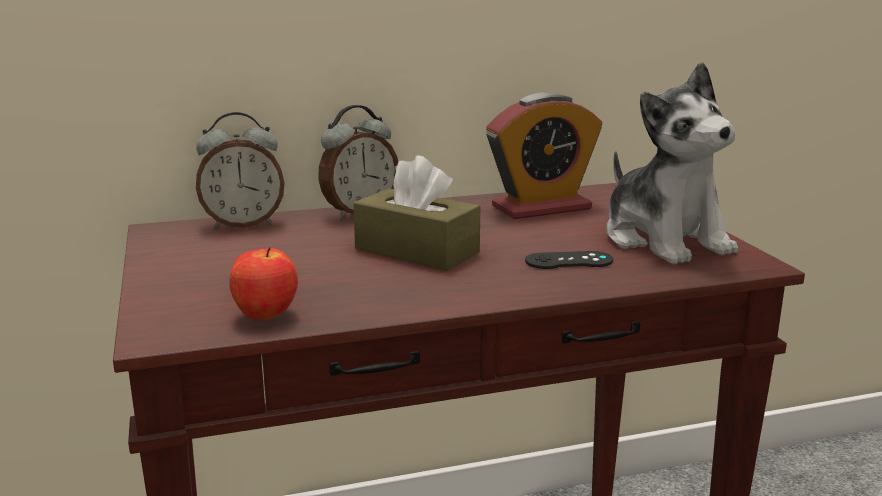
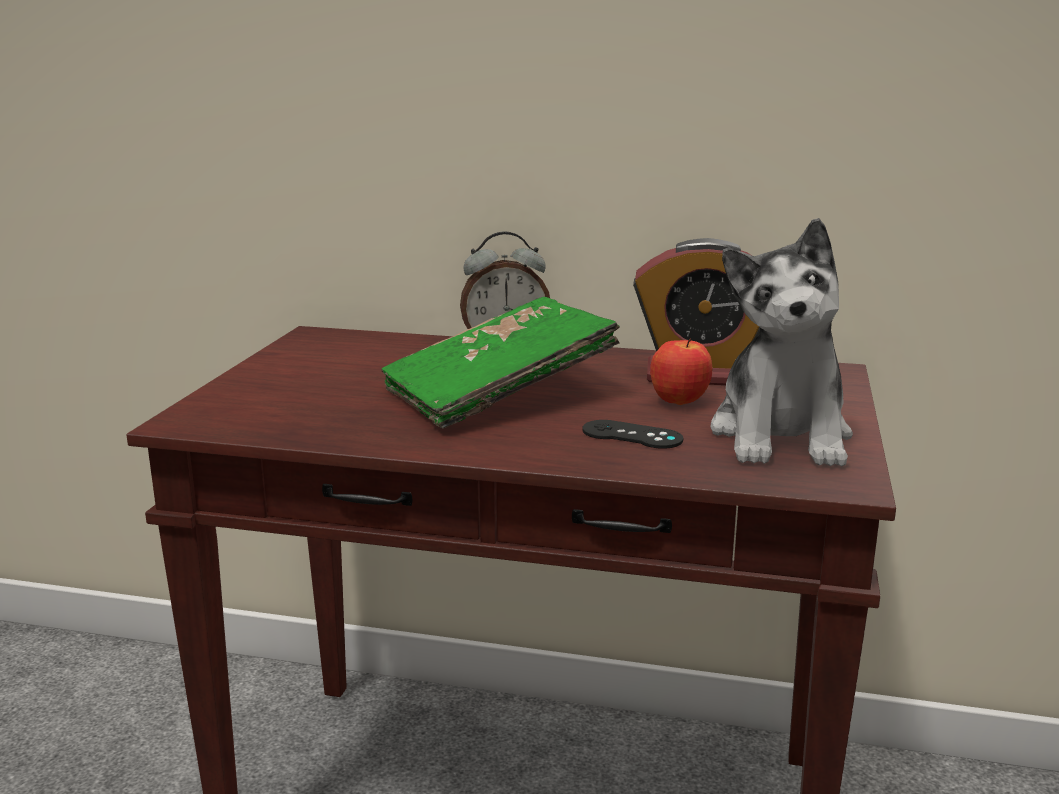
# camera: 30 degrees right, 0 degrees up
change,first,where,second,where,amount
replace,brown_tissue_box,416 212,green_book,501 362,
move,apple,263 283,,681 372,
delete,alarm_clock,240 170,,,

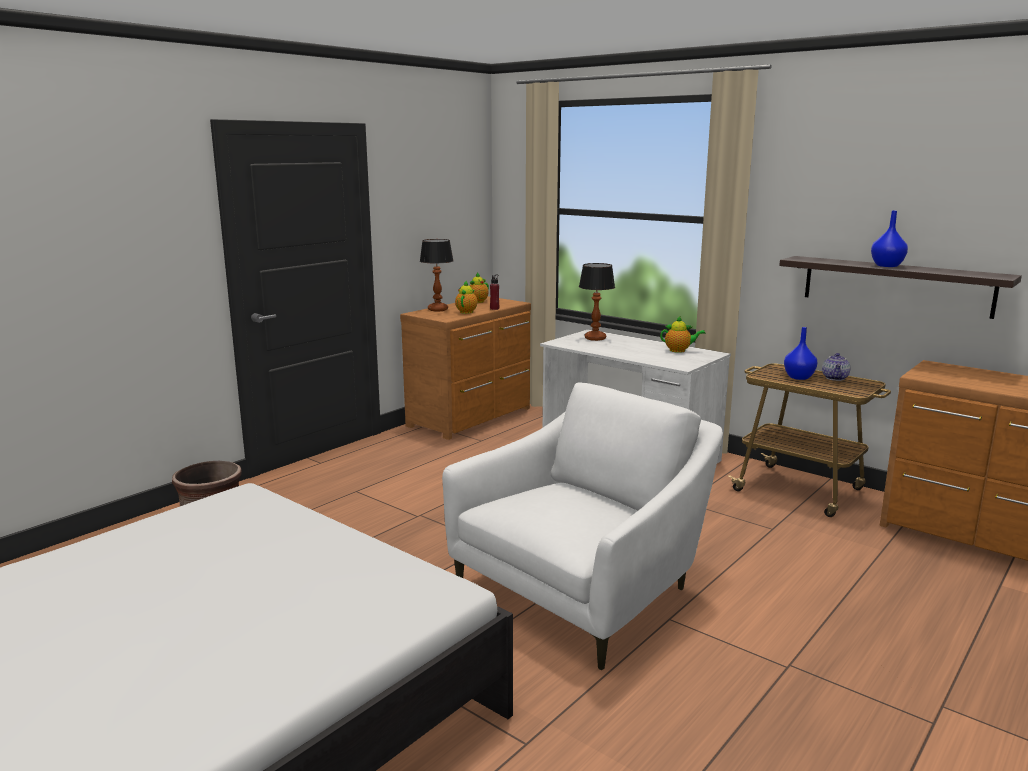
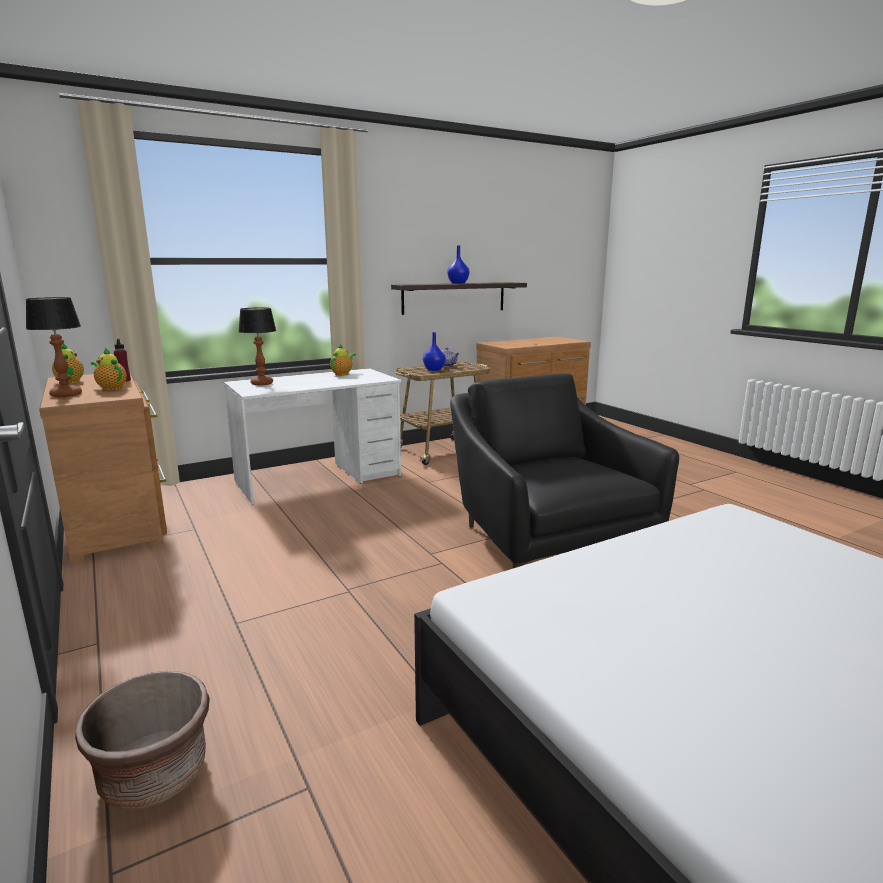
# camera: 70 degrees left, 0 degrees up
change,first,where,second,where,amount
recolor,white_armchair,582 526,black_armchair,564 470,

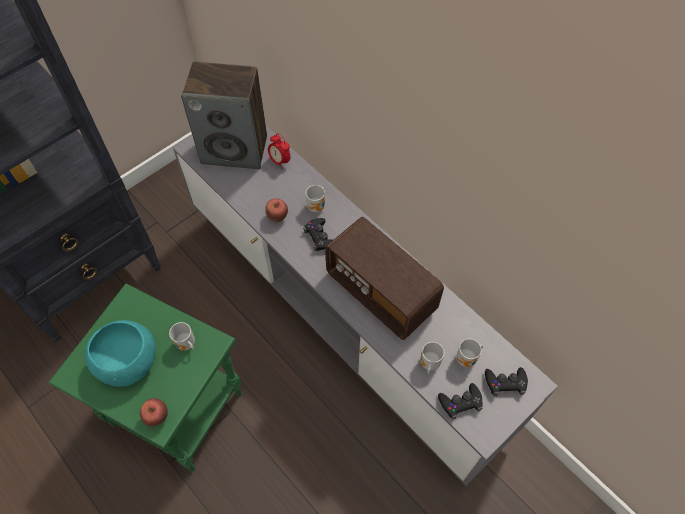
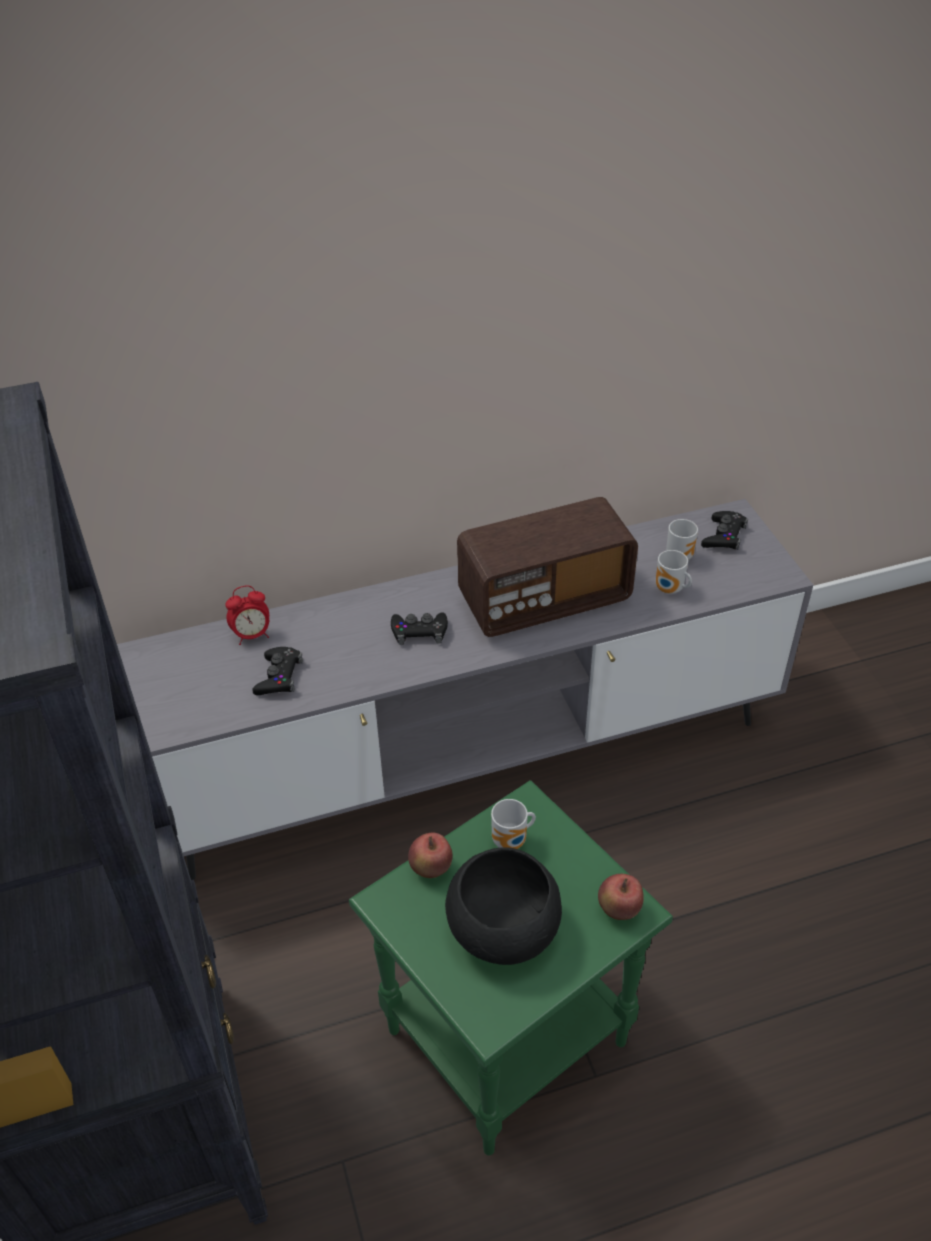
# camera: 65 degrees left, 15 degrees down
change,first,where,second,where,amount
move,black_game_controller,460 401,,277 671,
move,apple,276 210,,430 855,
recolor,turquoise_bowl,120 353,black_bowl,503 906,
delete,speaker,224 115,,,
delete,mug,315 198,,,

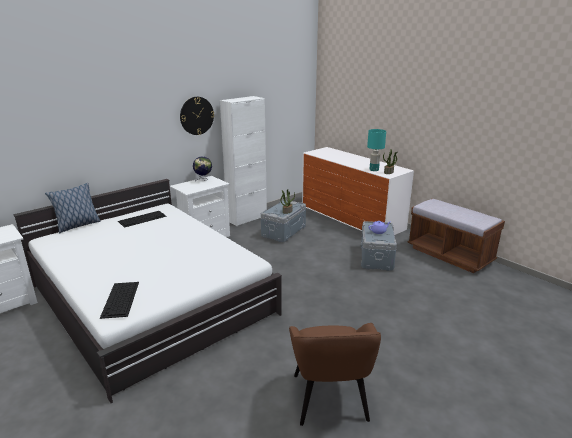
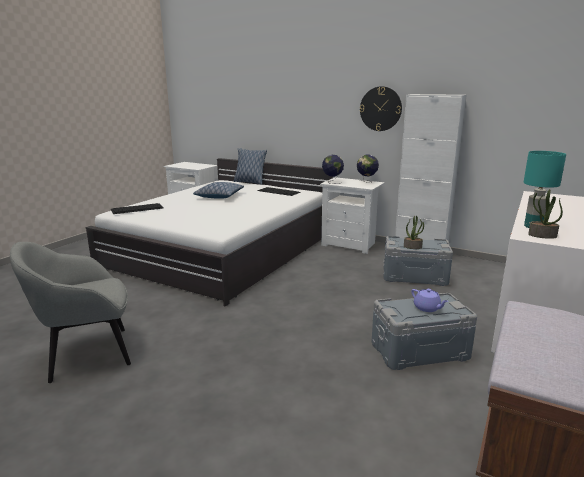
# camera: 70 degrees right, 5 degrees down
change,first,where,second,where,amount
recolor,brown_armchair,335 374,grey_armchair,70 312,
insert,,,pillow,218 190,
insert,,,globe,333 169,

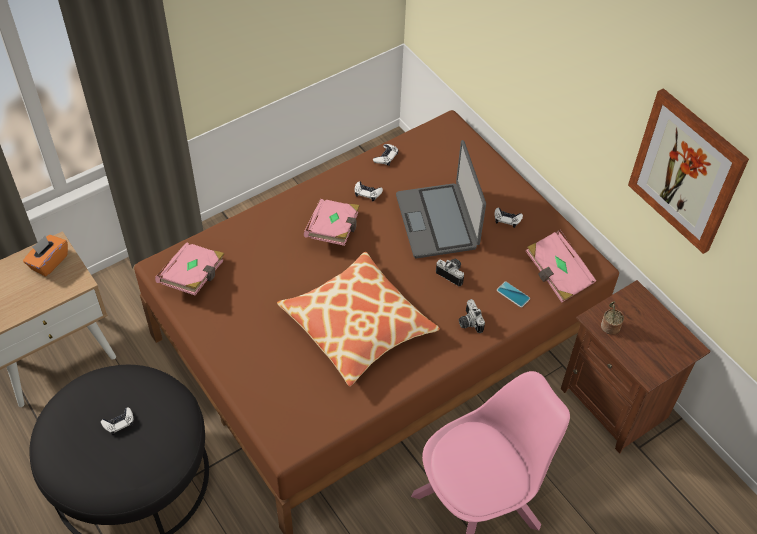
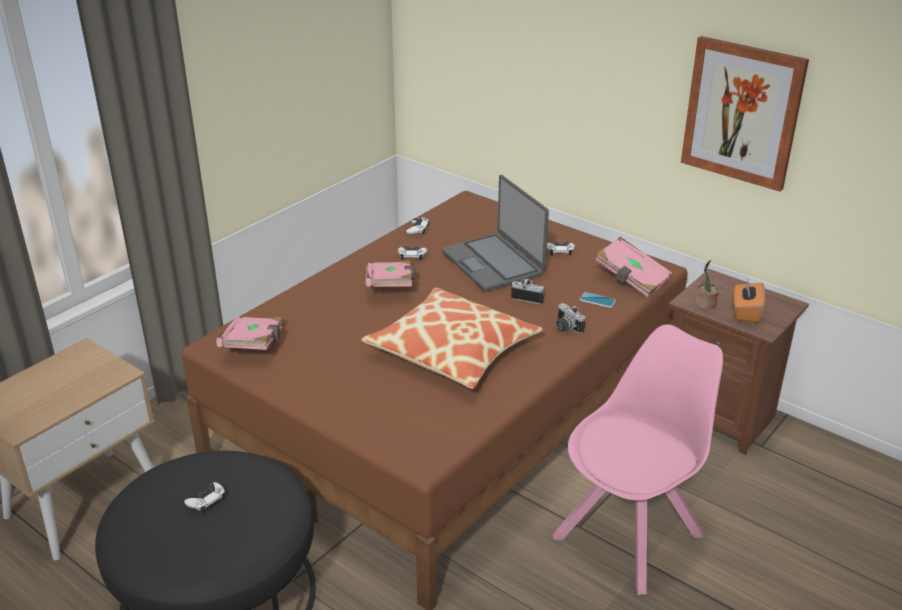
# camera: 15 degrees left, 20 degrees down
change,first,where,second,where,amount
move,orange_tissue_box,45 256,,749 300,

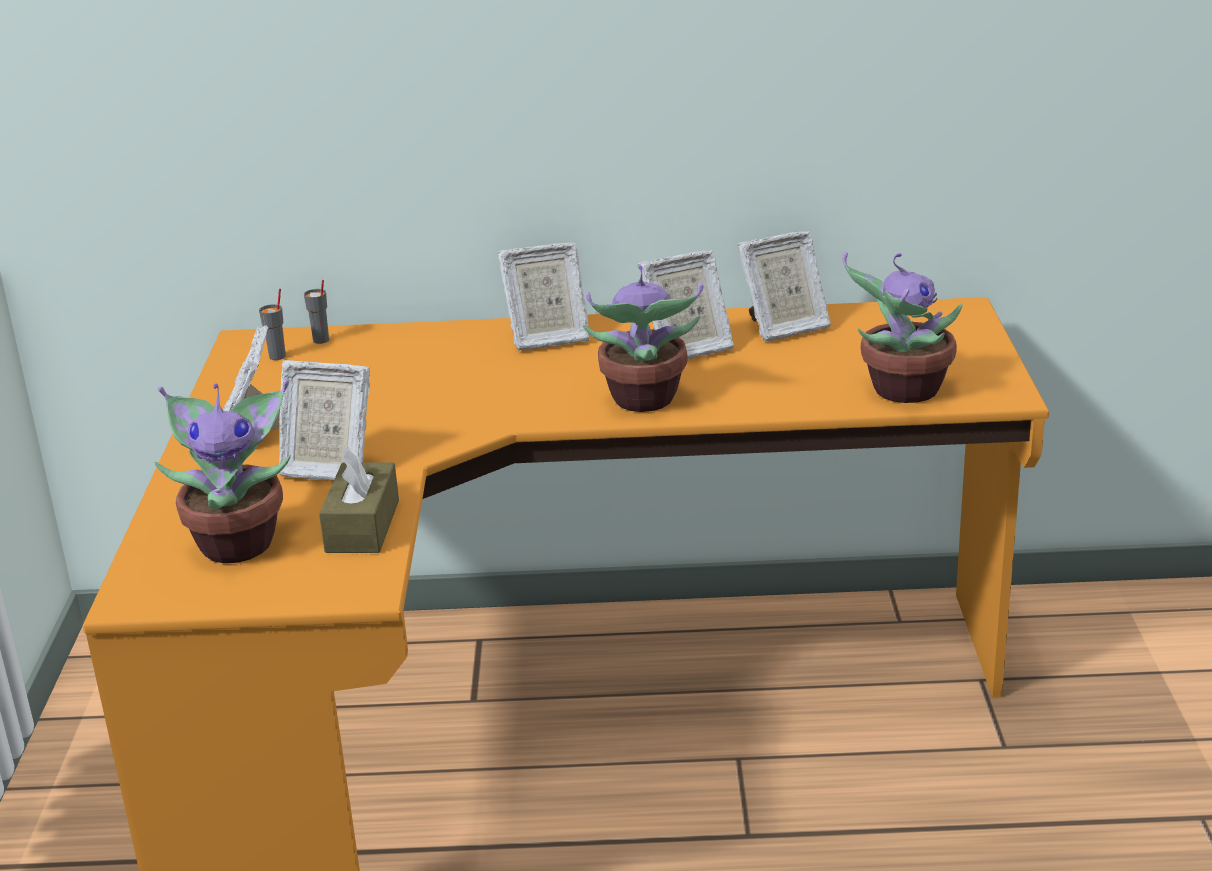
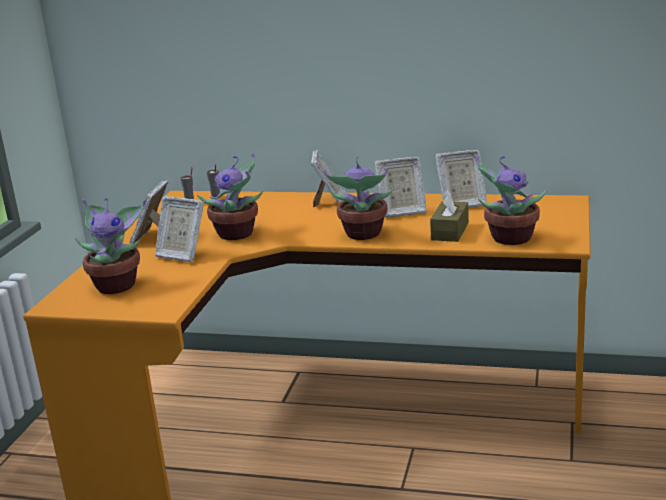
# camera: 15 degrees right, 5 degrees down
change,first,where,second,where,amount
insert,,,potted_plant,230 196,
rotate,picture_frame,544 296,,328 178,90 degrees counterclockwise
move,brown_tissue_box,359 500,,449 215,

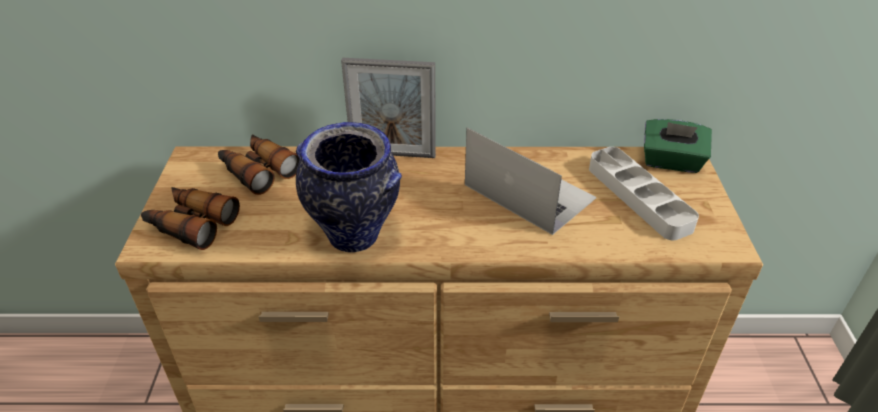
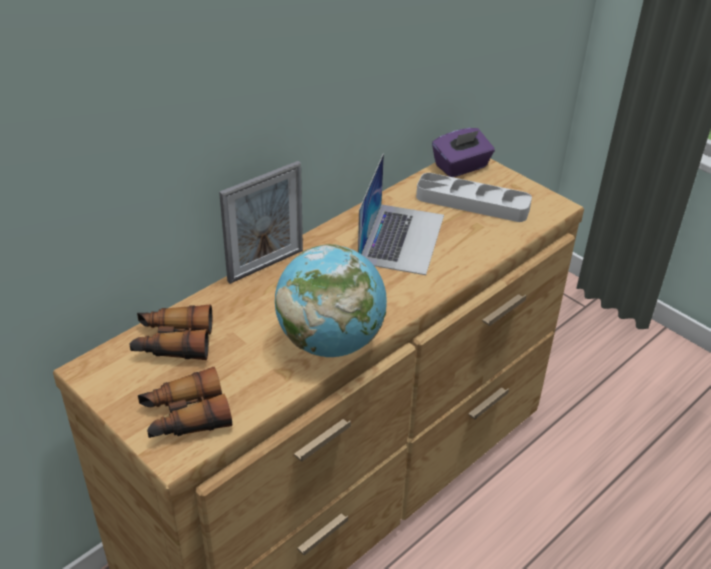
# camera: 45 degrees left, 0 degrees up
change,first,where,second,where,amount
replace,vase,349 187,globe,331 300,
rotate,laptop,531 181,,401 214,105 degrees clockwise
recolor,green_tissue_box,678 146,purple_tissue_box,463 152,

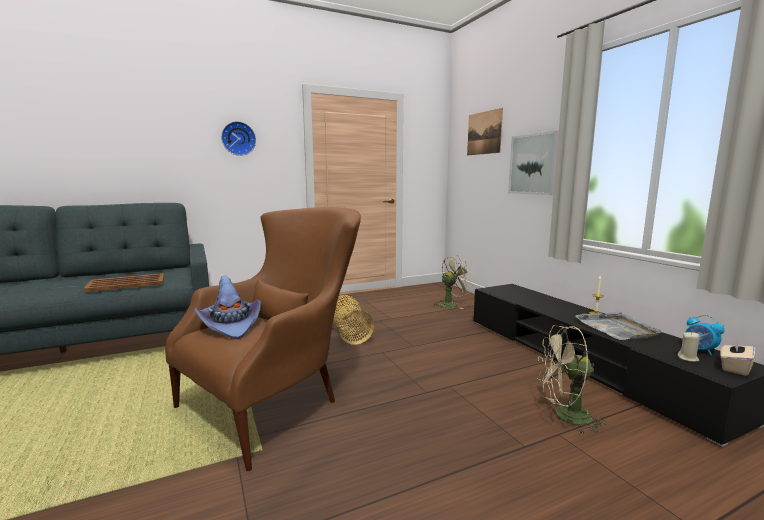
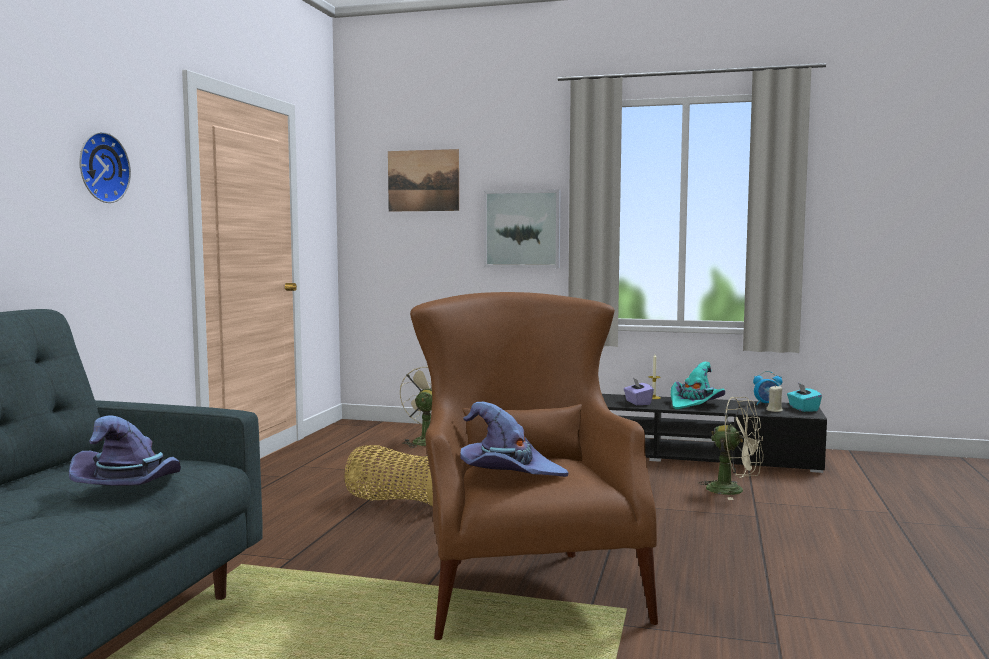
# camera: 50 degrees left, 5 degrees down
change,first,where,second,where,amount
replace,brown_tray,123 282,purple_hat,125 451,
insert,,,purple_tissue_box,639 391,
replace,grey_tray,618 326,turquoise_hat,698 385,
rotate,beige_fan,572 379,,731 448,105 degrees counterclockwise
recolor,beige_tissue_box,738 357,turquoise_tissue_box,804 397,

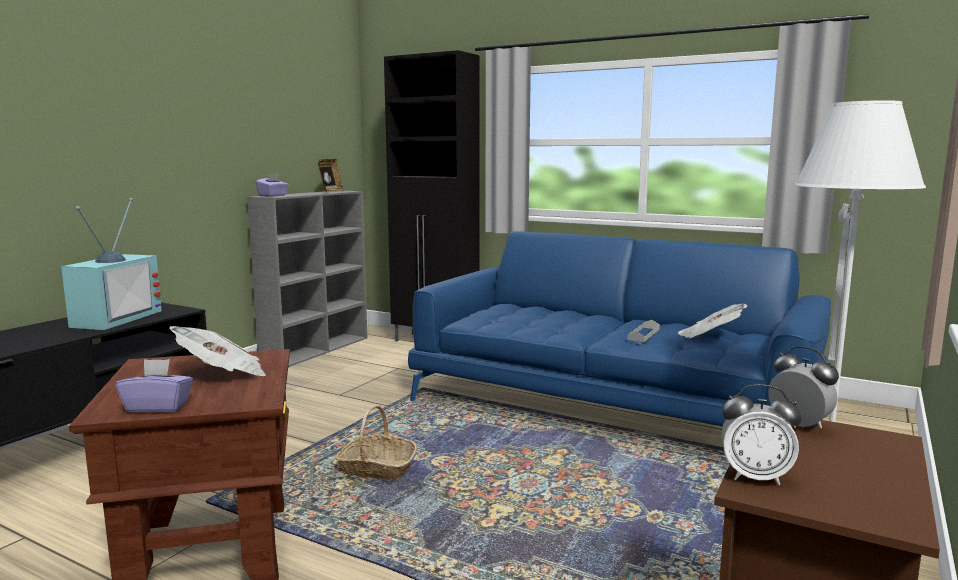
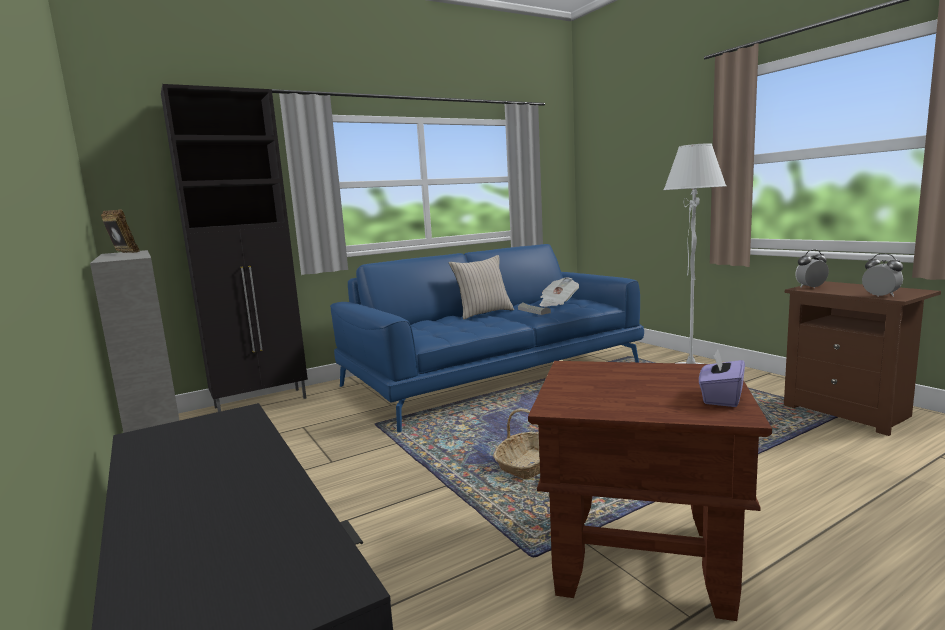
# camera: 60 degrees left, 0 degrees up
change,first,where,second,where,amount
insert,,,beige_pillow,481 287,
rotate,alarm_clock,761 434,,882 275,75 degrees counterclockwise
delete,television,111 264,,,
delete,newspaper,217 351,,,
delete,purple_tissue_box,272 185,,,

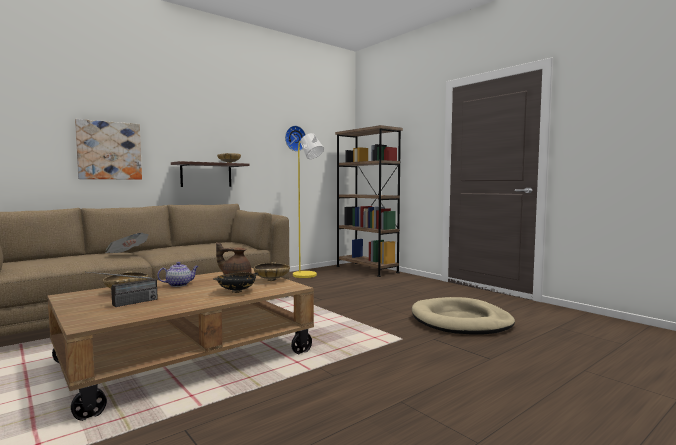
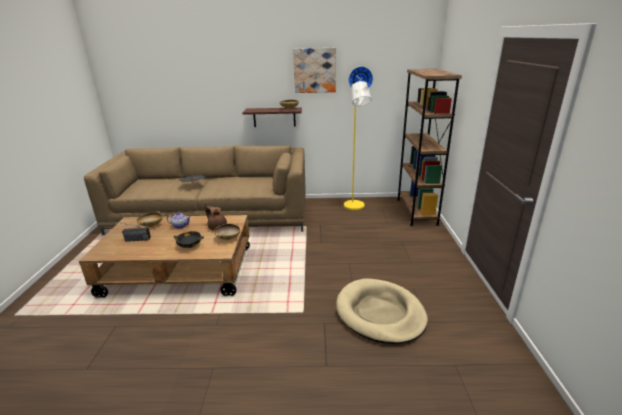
# camera: 40 degrees right, 20 degrees up
change,first,where,second,where,amount
move,picture,108 149,,314 70,

